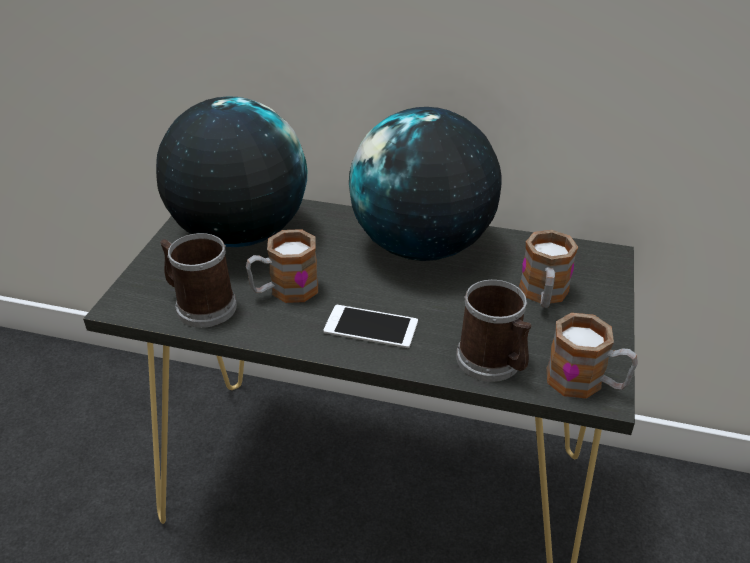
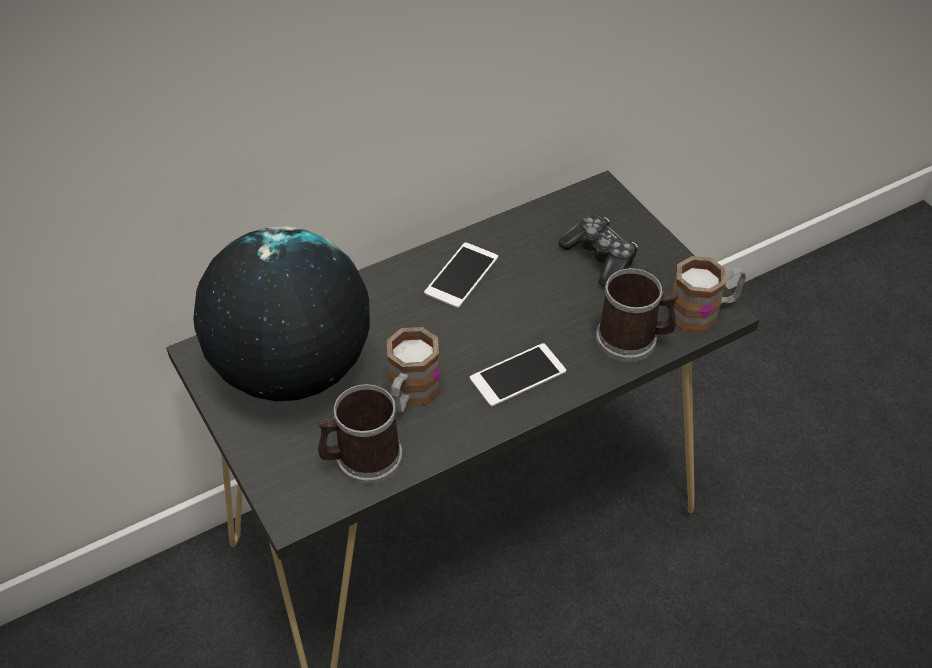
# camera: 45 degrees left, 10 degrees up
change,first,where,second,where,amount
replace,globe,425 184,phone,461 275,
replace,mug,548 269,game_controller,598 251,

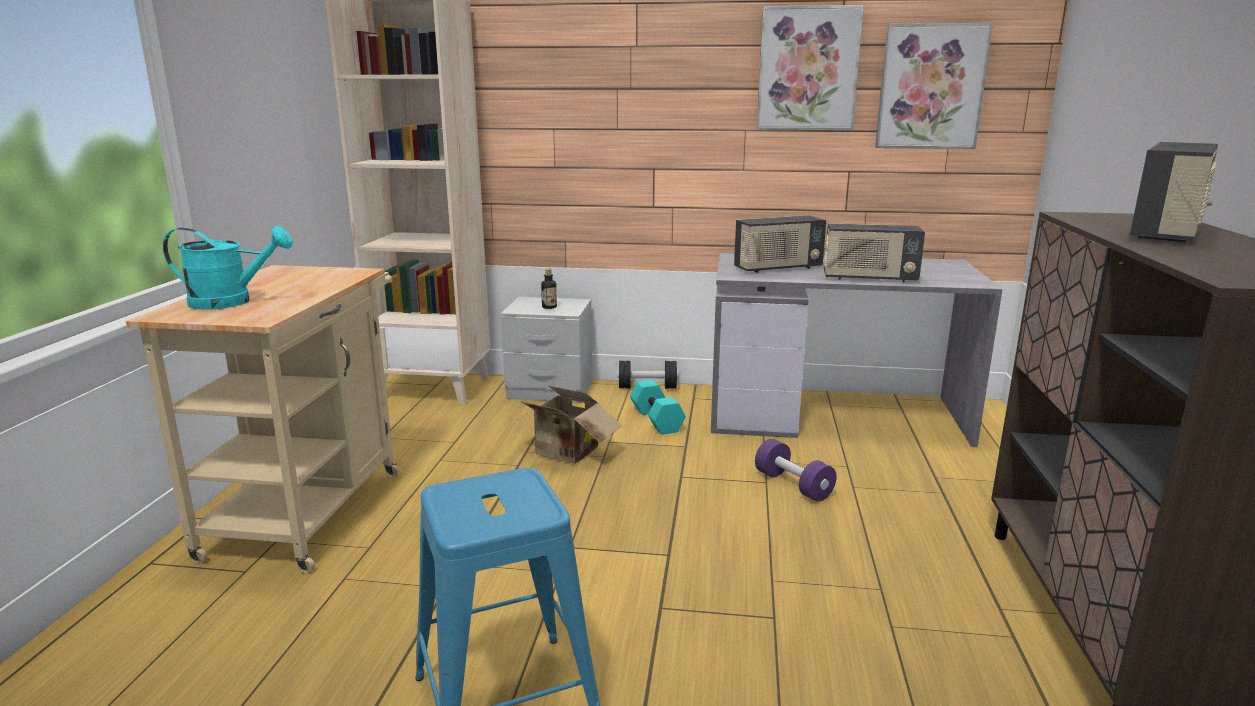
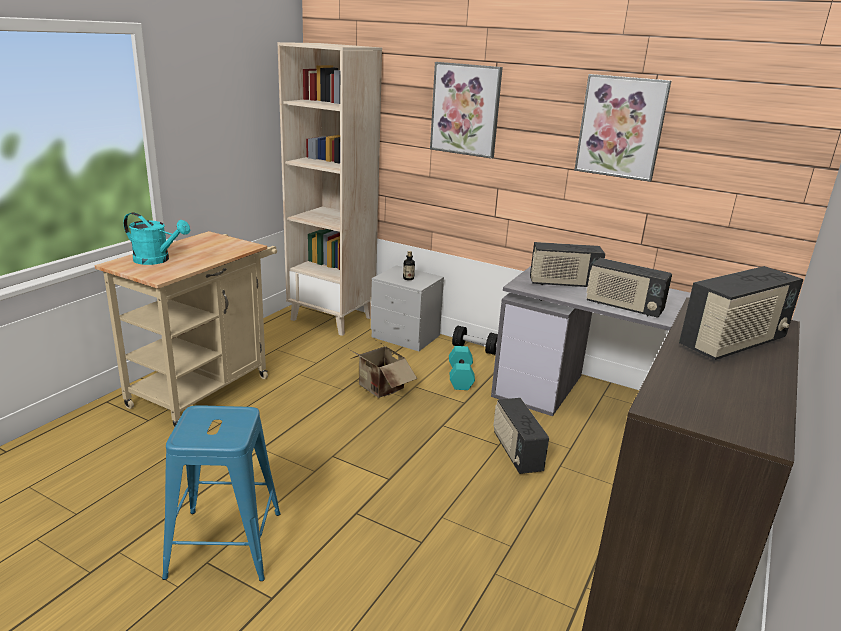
# camera: 20 degrees right, 5 degrees up
change,first,where,second,where,amount
move,picture,934 86,,466 110,
replace,purple_dumbbell,796 470,radio,521 436,

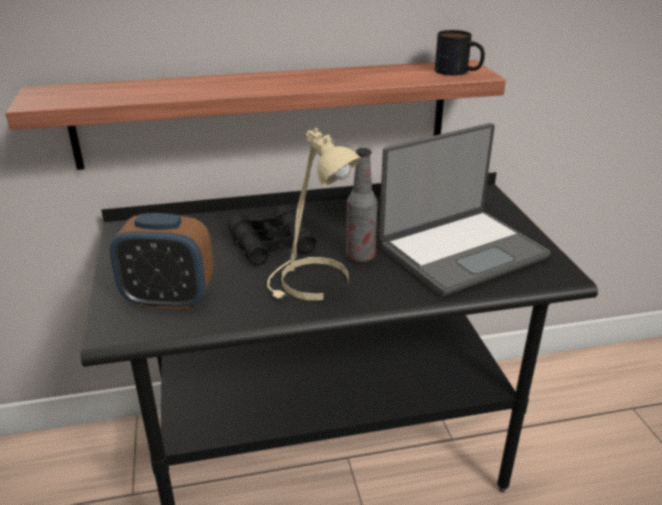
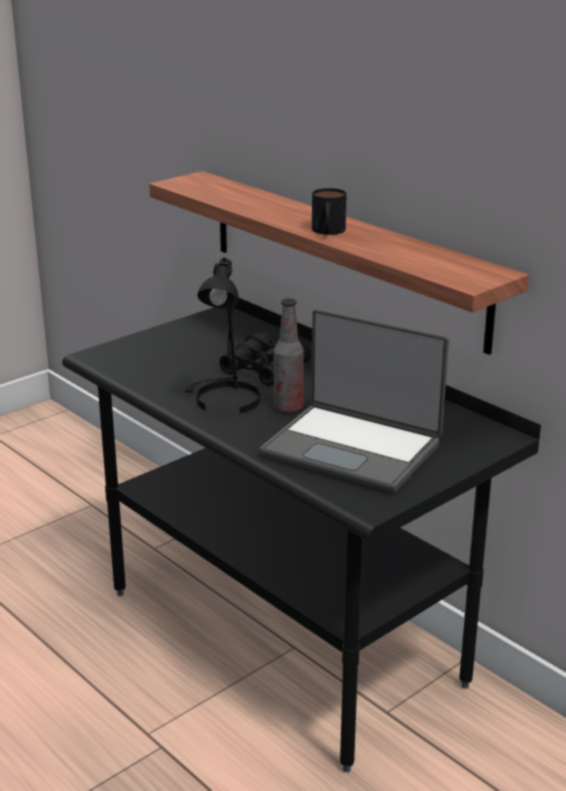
# camera: 60 degrees right, 5 degrees down
change,first,where,second,where,amount
recolor,beige_table_lamp,314 214,black_table_lamp,221 335,
move,mug,460 53,,329 211,
delete,alarm_clock,162 261,,,

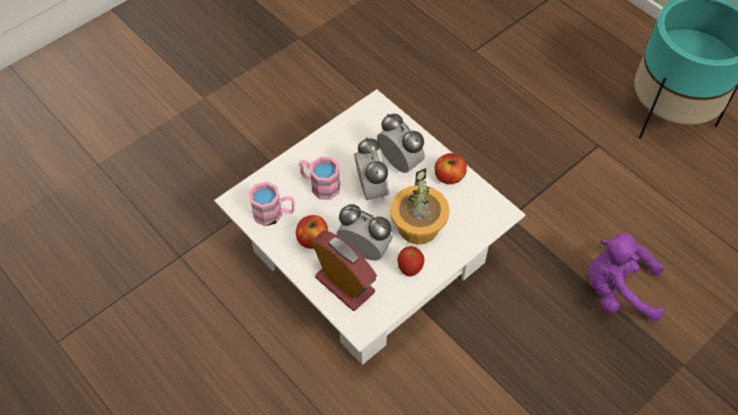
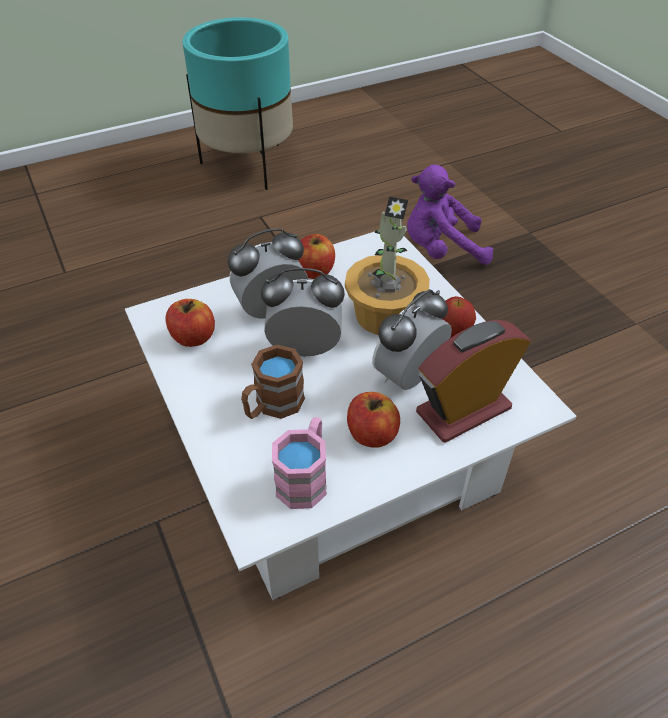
# camera: 75 degrees left, 10 degrees down
change,first,where,second,where,amount
insert,,,apple,190 323,
recolor,pink_mug,319 178,brown_mug,273 382,
rotate,purple_plush_toy,626 277,,450 215,60 degrees clockwise

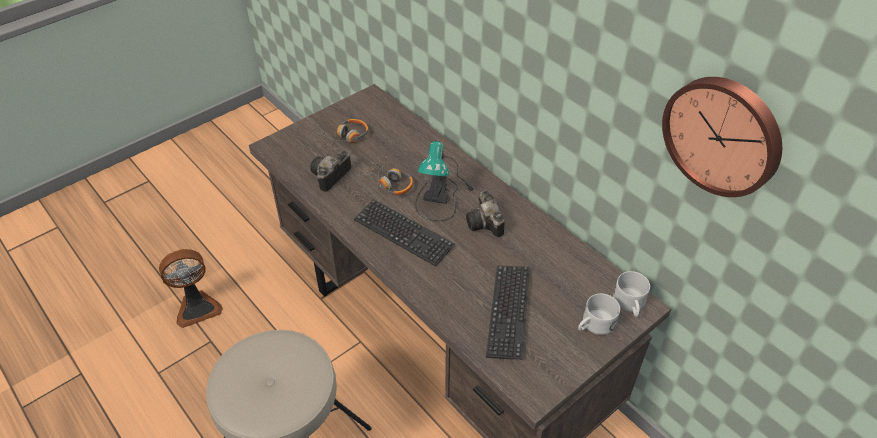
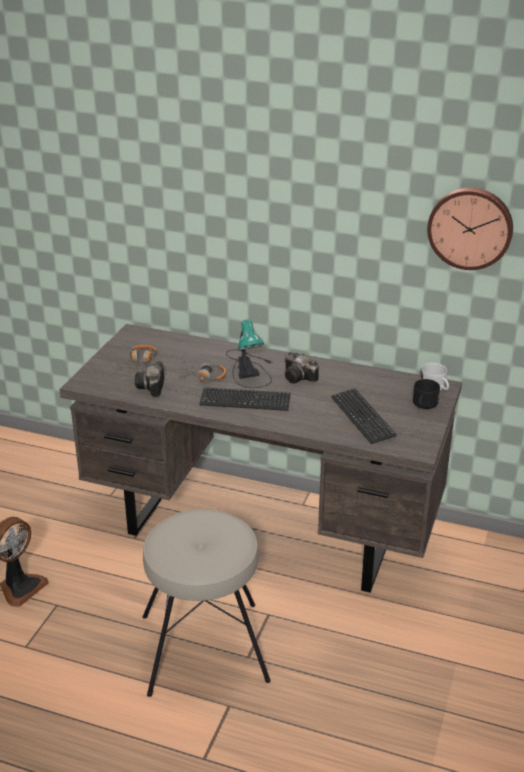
# camera: 30 degrees left, 15 degrees down
change,first,where,second,where,amount
recolor,white_mug,599 314,black_mug,426 394,

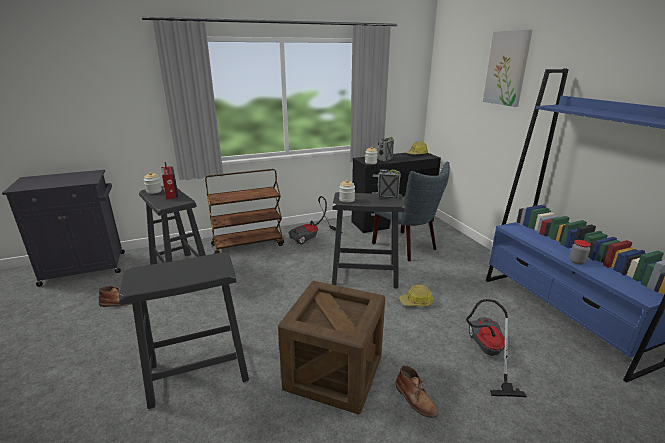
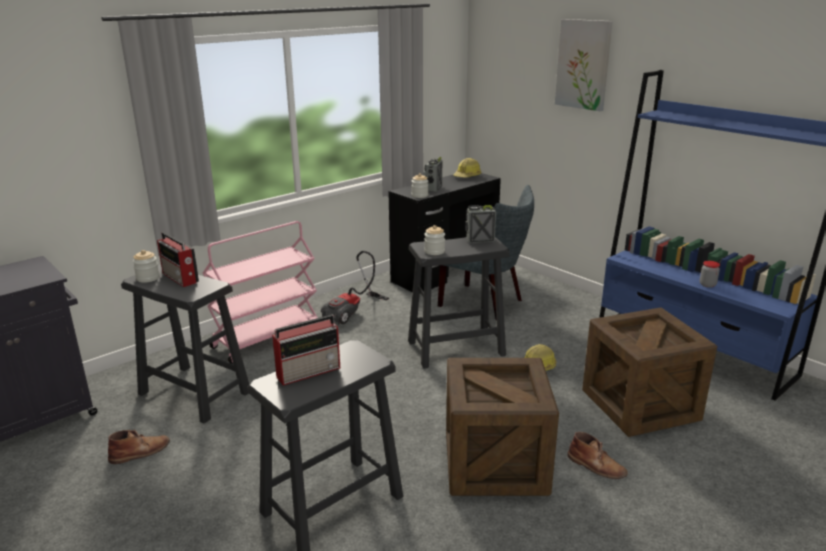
# camera: 20 degrees left, 0 degrees up
change,first,where,second,where,amount
recolor,brown_cart,244 211,pink_cart,260 292,
insert,,,radio,306 350,
replace,vacuum_cleaner,496 348,crate,649 372,

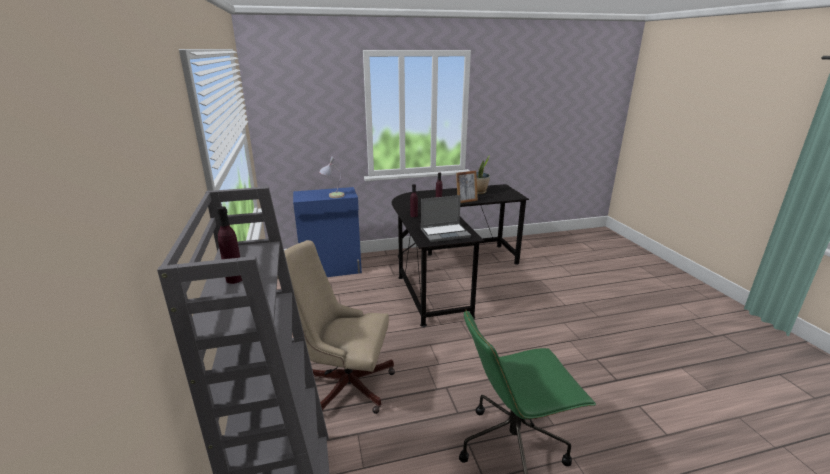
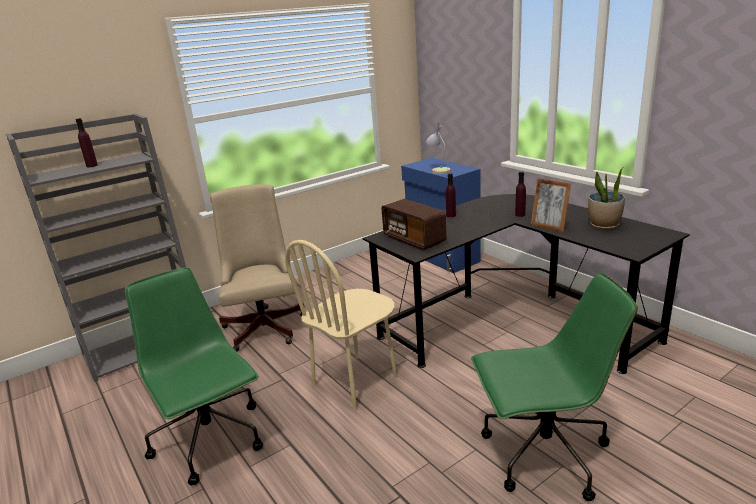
# camera: 70 degrees right, 0 degrees up
change,first,where,second,where,amount
insert,,,beige_chair,341 325,
replace,laptop,446 218,radio,414 225,
insert,,,green_office_chair,554 387,

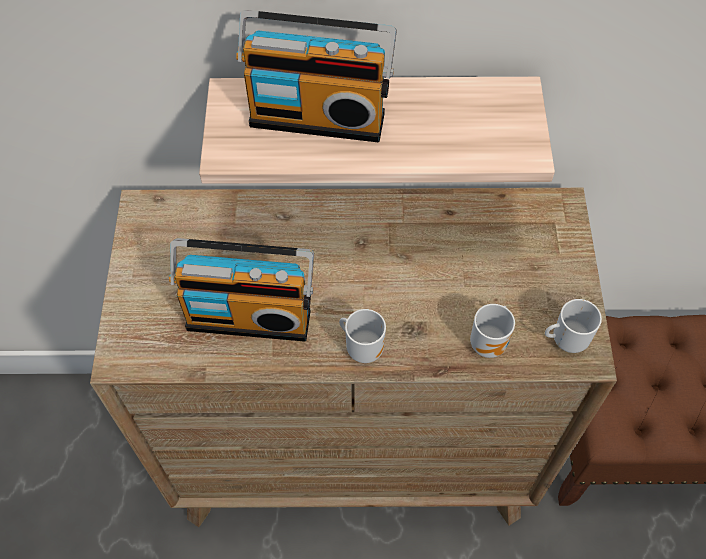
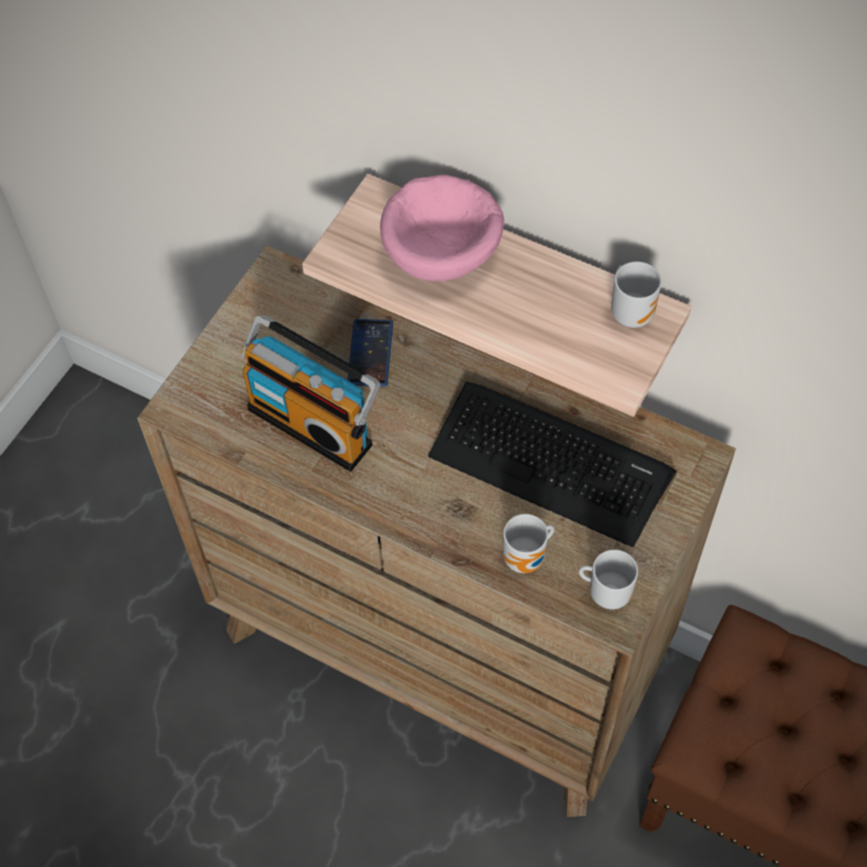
# camera: 30 degrees right, 0 degrees up
change,first,where,second,where,amount
insert,,,phone,370 353,
replace,radio,316 76,pink_bowl,442 228,
insert,,,keyboard,552 464,
move,mug,362 336,,636 294,

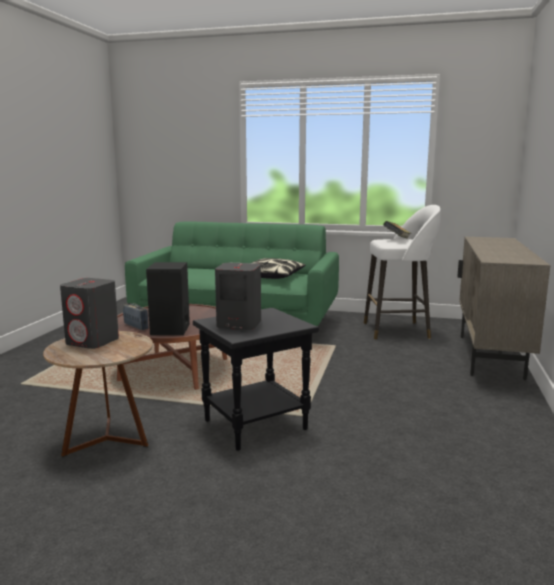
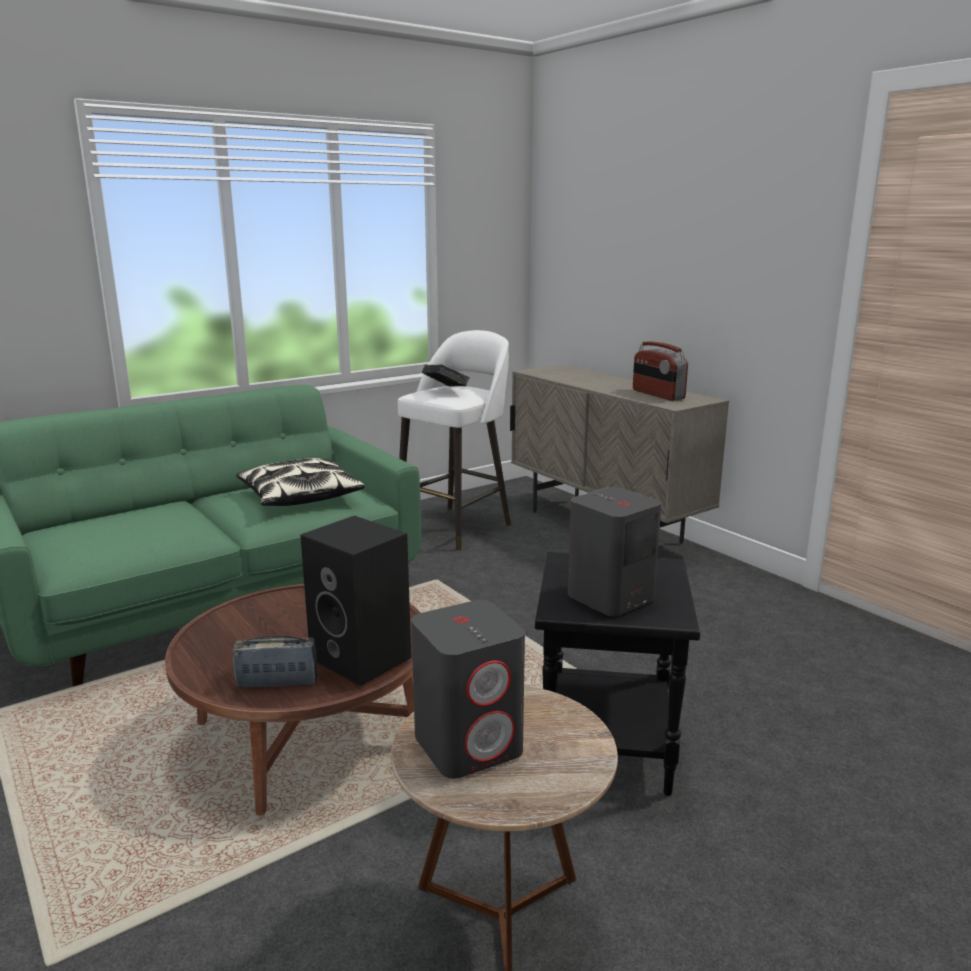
# camera: 50 degrees left, 5 degrees up
change,first,where,second,where,amount
insert,,,radio,660 371,

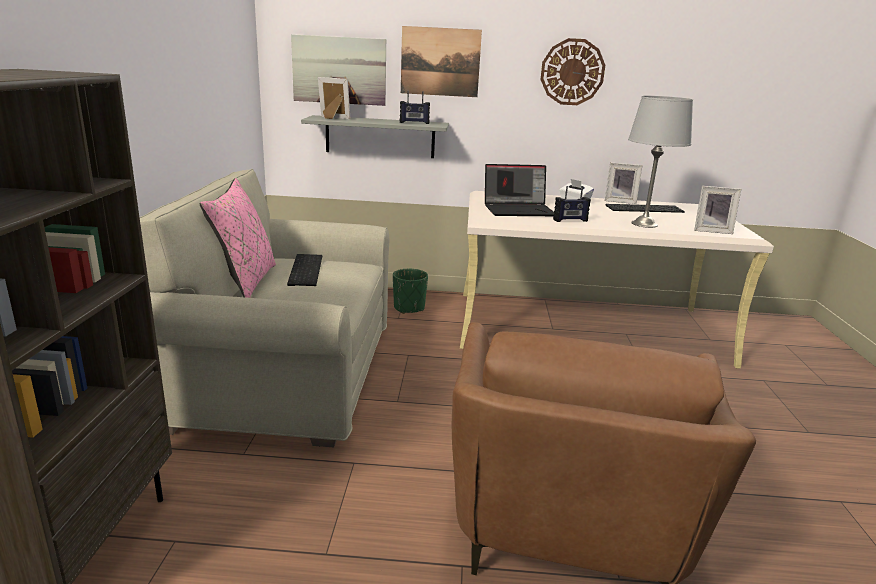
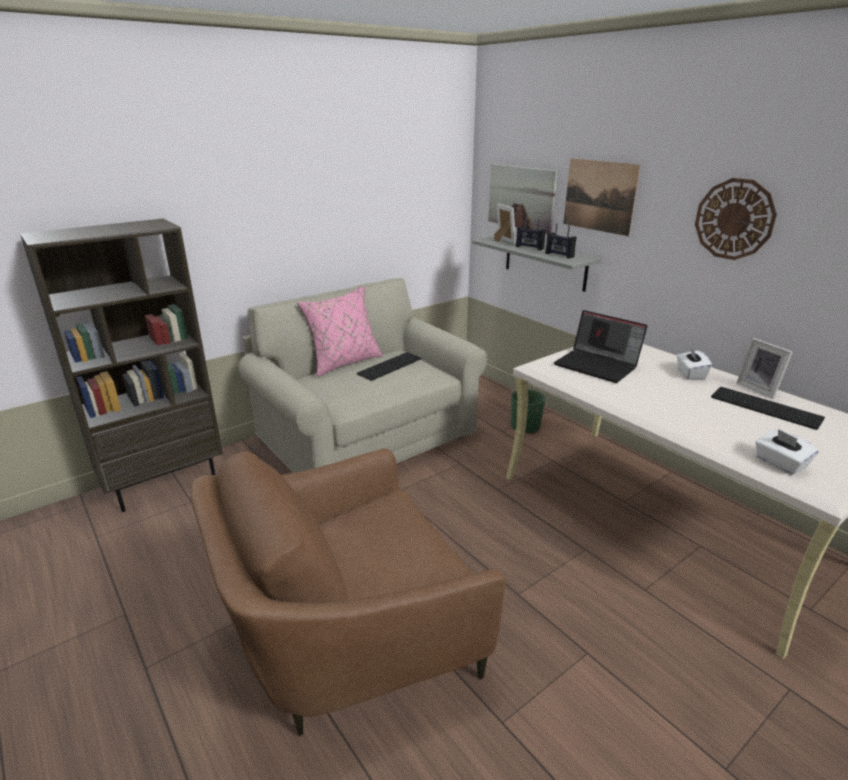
# camera: 50 degrees right, 5 degrees up
change,first,where,second,where,amount
move,radio,572 204,,531 233,
replace,picture_frame,717 210,white_tissue_box,786 452,
delete,grey_table_lamp,660 162,,,

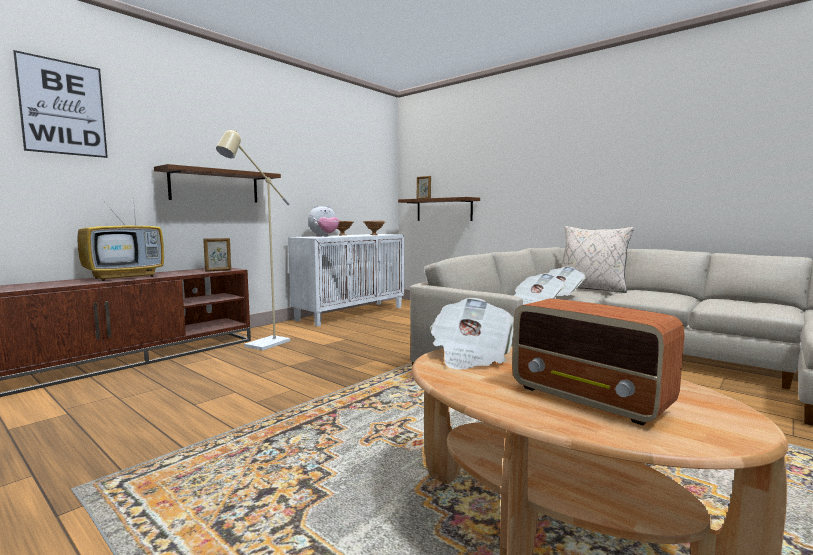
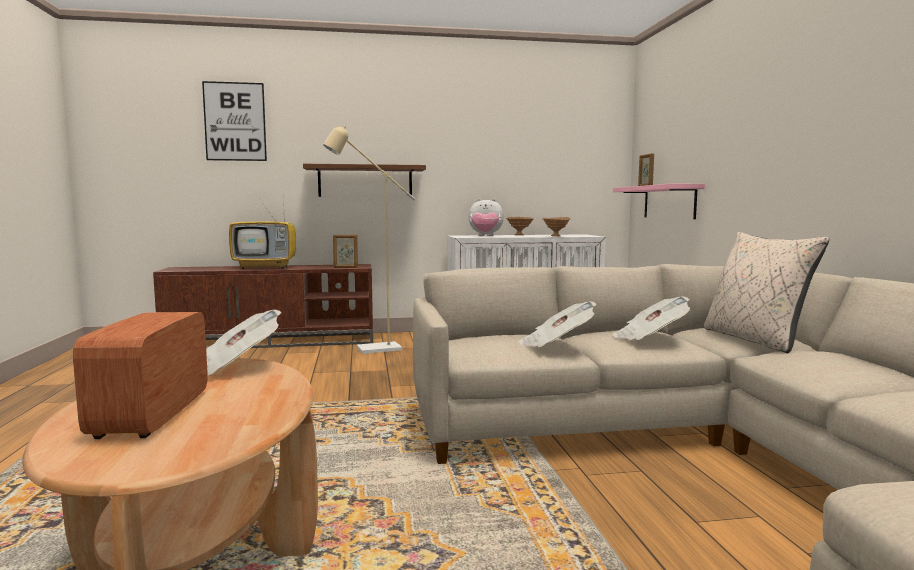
# camera: 40 degrees right, 0 degrees up
change,first,where,second,where,amount
recolor,brown_shelf,439 209,pink_shelf,659 201,

